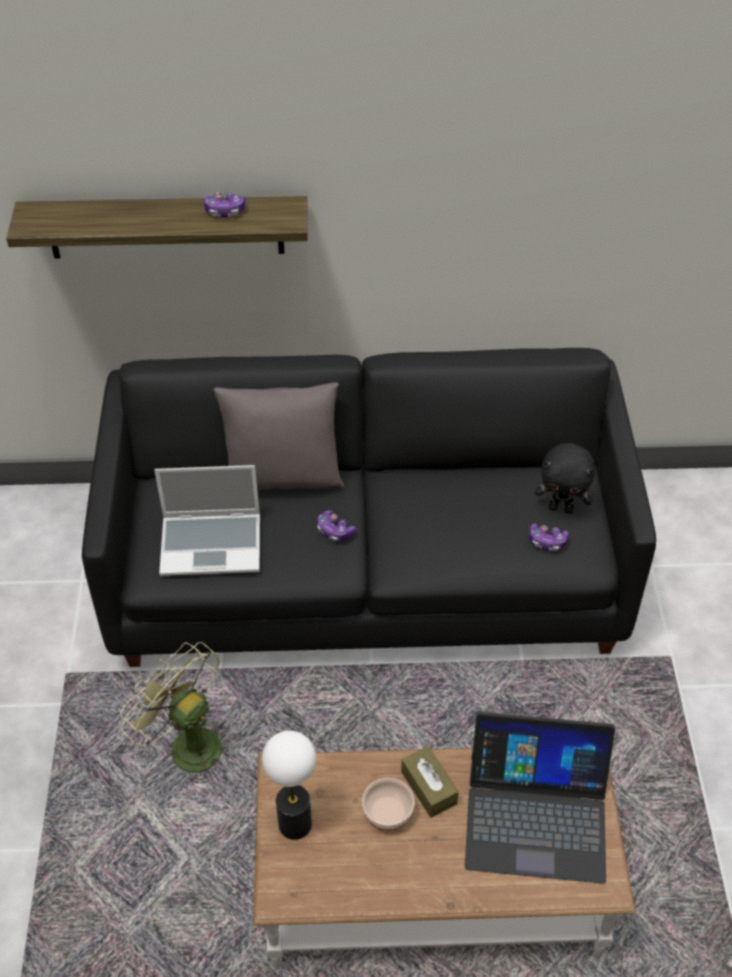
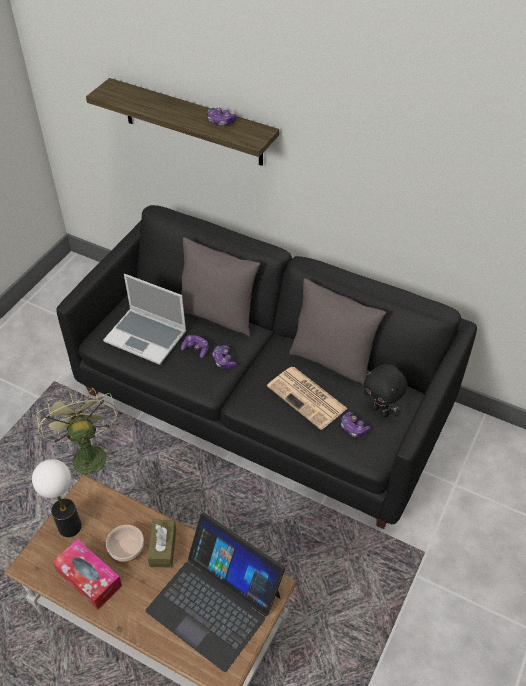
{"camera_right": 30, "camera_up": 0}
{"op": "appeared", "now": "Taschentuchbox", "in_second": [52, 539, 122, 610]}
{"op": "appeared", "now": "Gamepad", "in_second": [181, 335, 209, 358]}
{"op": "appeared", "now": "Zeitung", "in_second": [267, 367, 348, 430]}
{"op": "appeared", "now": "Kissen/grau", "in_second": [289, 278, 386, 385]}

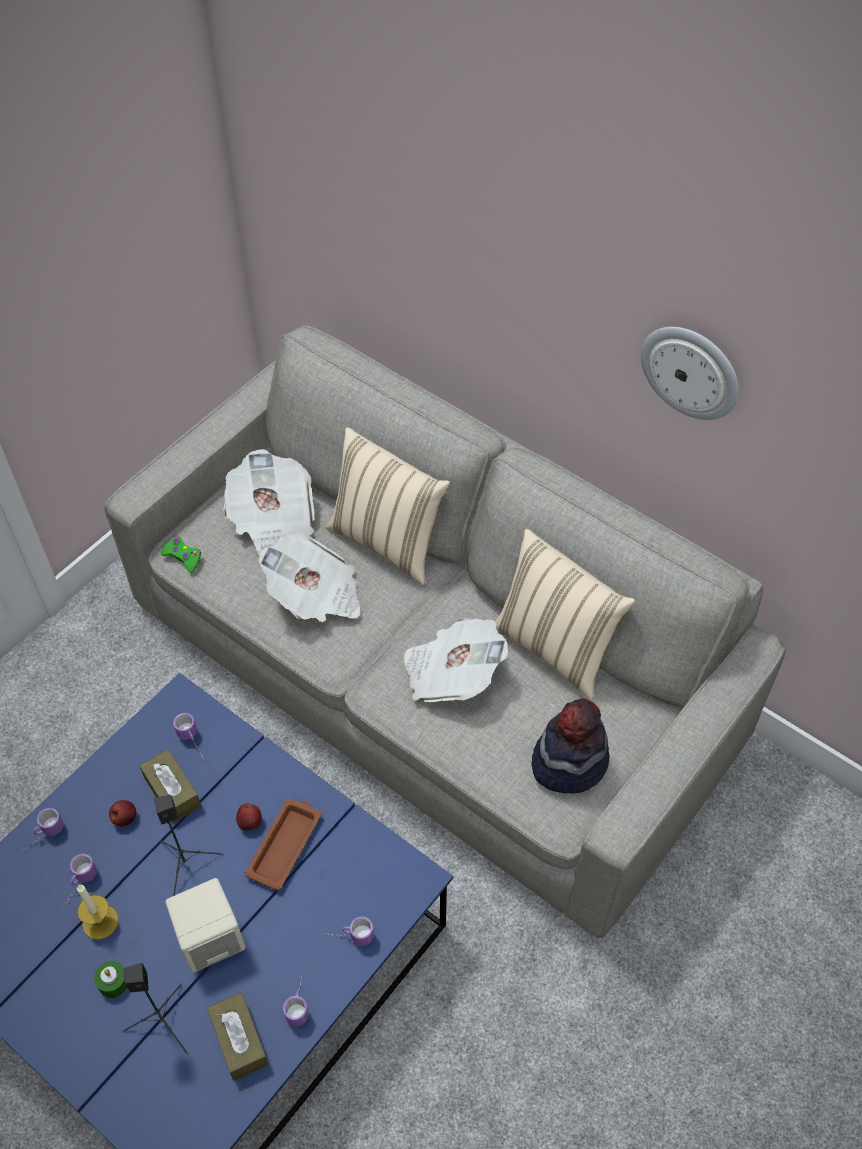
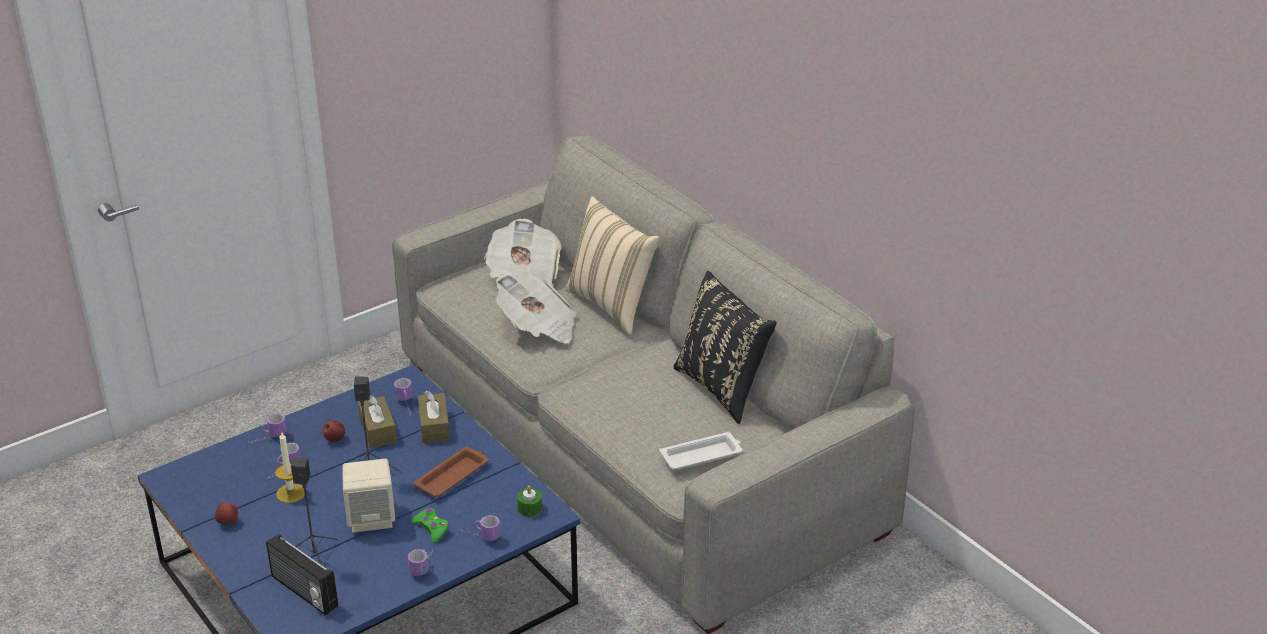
{"camera_right": 15, "camera_up": -20}
{"op": "relocated", "was": "Kerze/grün", "in_first": [94, 961, 127, 998], "in_second": [517, 486, 542, 517]}
{"op": "relocated", "was": "Gamepad/grün", "in_first": [161, 537, 201, 573], "in_second": [412, 508, 449, 543]}
{"op": "relocated", "was": "Taschentuchbox/braun", "in_first": [207, 992, 269, 1081], "in_second": [418, 391, 450, 443]}
{"op": "relocated", "was": "Apfel", "in_first": [236, 803, 262, 830], "in_second": [215, 502, 238, 526]}
{"op": "missing", "was": "Zeitung", "in_first": [404, 618, 508, 702]}
{"op": "colour", "was": "Kissen/beige", "now": "Kissen/schwarz", "in_first": [495, 529, 635, 701], "in_second": [673, 271, 777, 424]}
{"op": "exchanged", "was": "Hut", "now": "Tablett/weiß", "in_first": [531, 698, 609, 794], "in_second": [659, 432, 742, 470]}
{"op": "missing", "was": "Wanduhr", "in_first": [641, 327, 739, 420]}
{"op": "appeared", "now": "Radio", "in_second": [266, 534, 338, 615]}

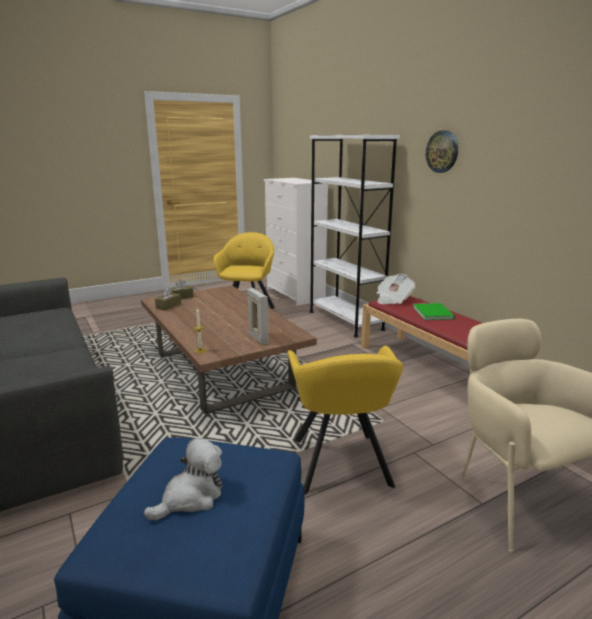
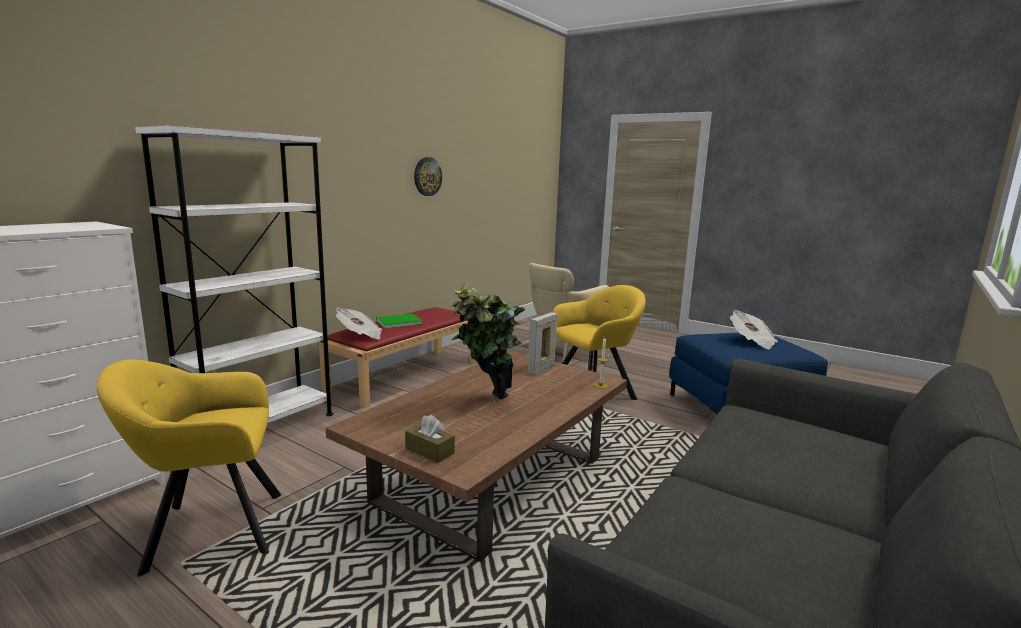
{"camera_right": -115, "camera_up": -5}
{"op": "exchanged", "was": "Plüschtier", "now": "Zeitung", "in_first": [144, 438, 222, 520], "in_second": [730, 310, 778, 349]}
{"op": "missing", "was": "Taschentuchbox/braun", "in_first": [155, 287, 181, 311]}
{"op": "relocated", "was": "Wanduhr", "in_first": [426, 130, 458, 173], "in_second": [414, 157, 442, 196]}
{"op": "appeared", "now": "Topfpflanze", "in_second": [451, 283, 525, 400]}

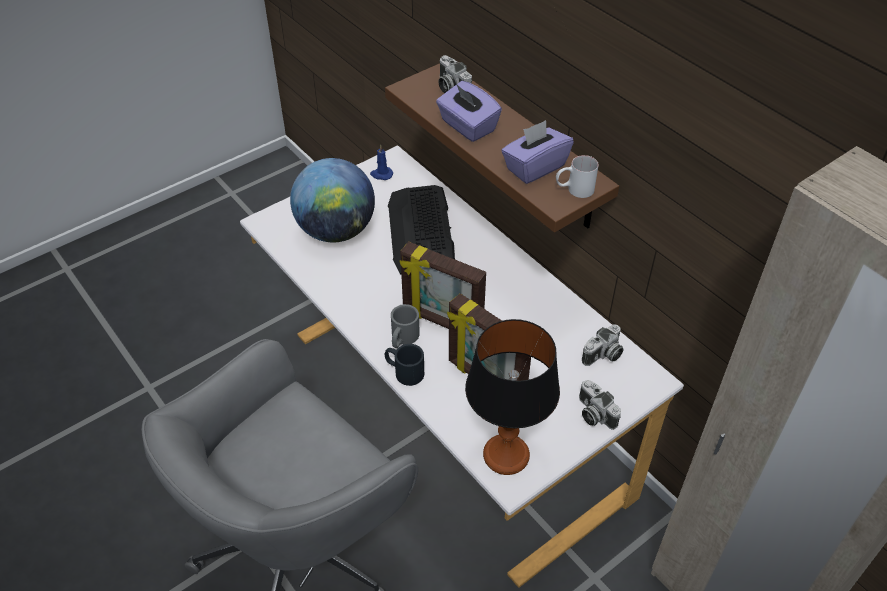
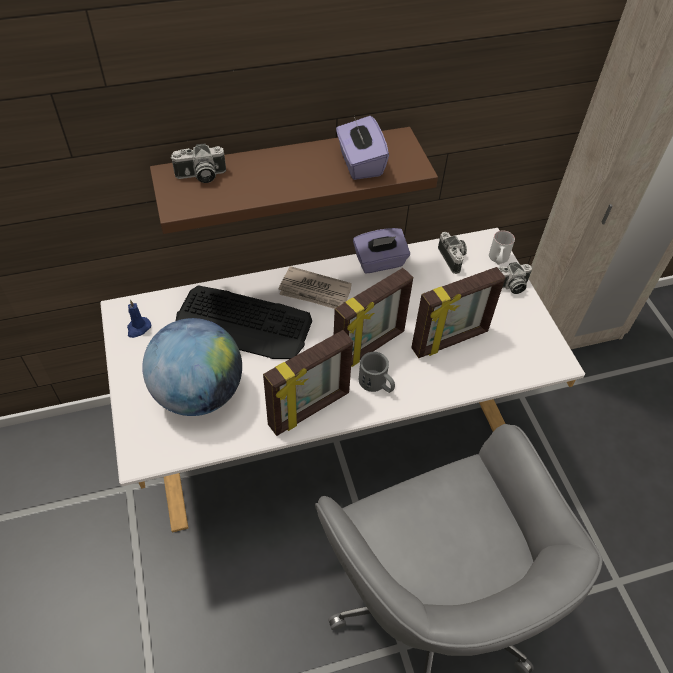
{"camera_right": -70, "camera_up": 5}
{"op": "missing", "was": "Henkelbecher/schwarz", "in_first": [385, 344, 424, 386]}
{"op": "relocated", "was": "Taschentuchbox/lila", "in_first": [436, 81, 502, 142], "in_second": [353, 228, 410, 274]}
{"op": "missing", "was": "Tischlampe", "in_first": [465, 319, 560, 475]}
{"op": "relocated", "was": "Henkelbecher/weiß", "in_first": [556, 155, 599, 198], "in_second": [489, 230, 515, 265]}
{"op": "appeared", "now": "Bilderrahmen", "in_second": [263, 330, 353, 436]}
{"op": "appeared", "now": "Zeitung", "in_second": [279, 266, 352, 309]}

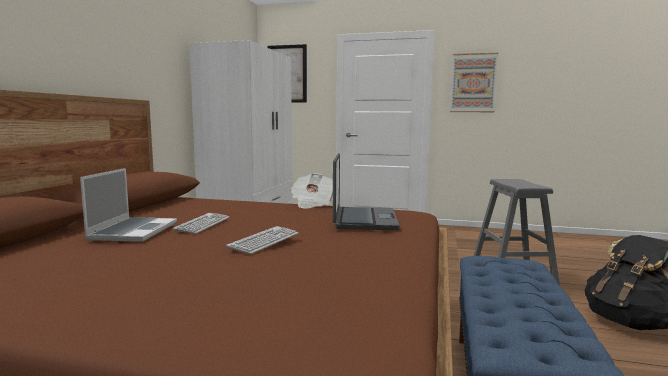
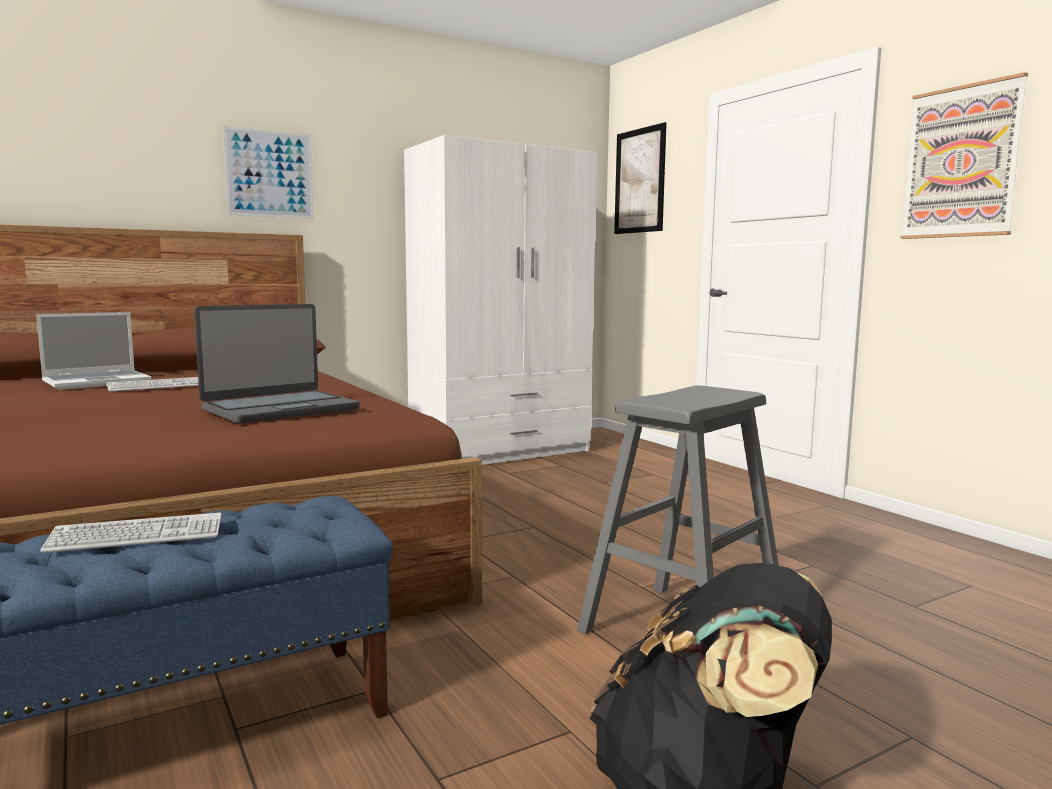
{"camera_right": 45, "camera_up": 0}
{"op": "relocated", "was": "Tastatur", "in_first": [226, 226, 299, 254], "in_second": [40, 513, 222, 553]}
{"op": "missing", "was": "Zeitung", "in_first": [290, 173, 333, 209]}
{"op": "appeared", "now": "Bild", "in_second": [223, 126, 314, 219]}

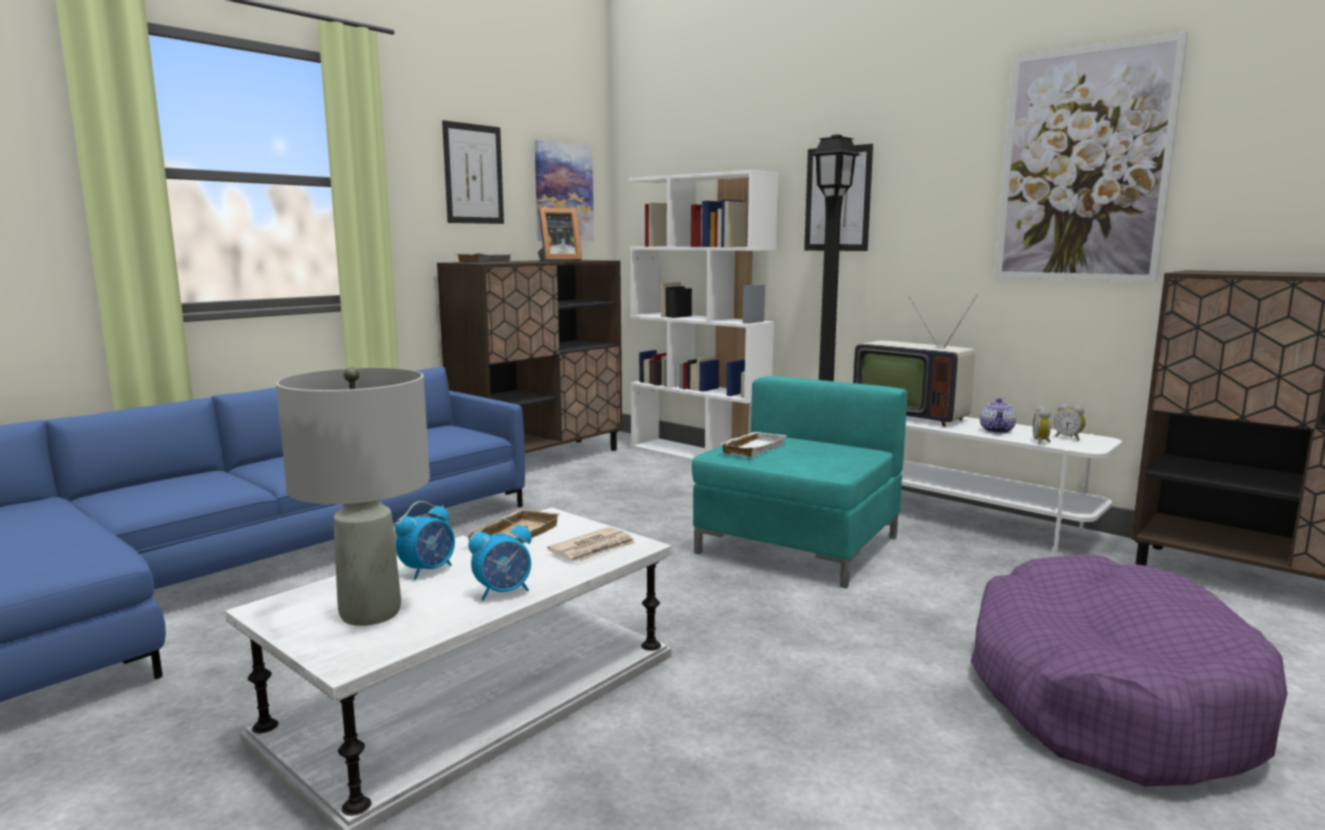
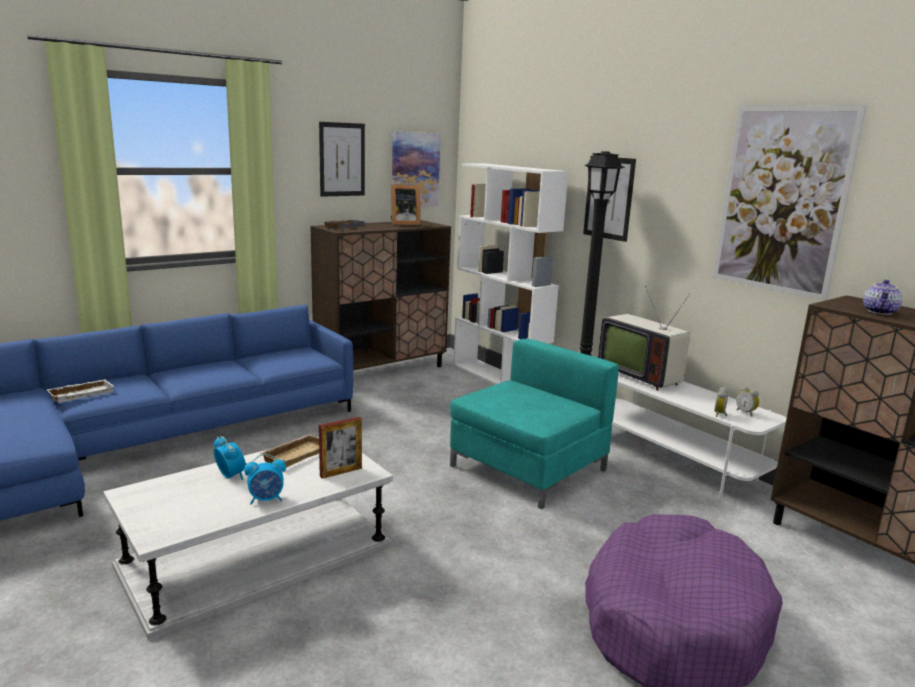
{"camera_right": 10, "camera_up": 5}
{"op": "missing", "was": "Tischlampe/grau", "in_first": [276, 367, 430, 626]}
{"op": "spun", "was": "Wecker", "in_first": [395, 501, 455, 580], "in_second": [214, 436, 245, 480], "clockwise": -90}
{"op": "exchanged", "was": "Zeitung", "now": "Bilderrahmen", "in_first": [547, 527, 636, 562], "in_second": [319, 417, 362, 479]}
{"op": "relocated", "was": "Tablett/weiß", "in_first": [720, 432, 787, 457], "in_second": [46, 379, 114, 403]}
{"op": "relocated", "was": "Teekanne", "in_first": [980, 398, 1016, 434], "in_second": [863, 280, 903, 315]}

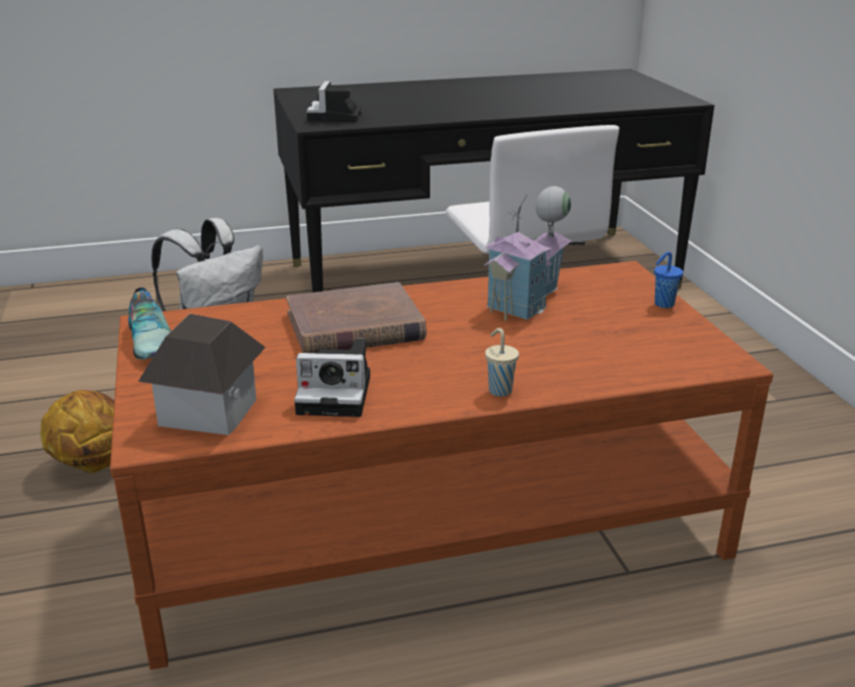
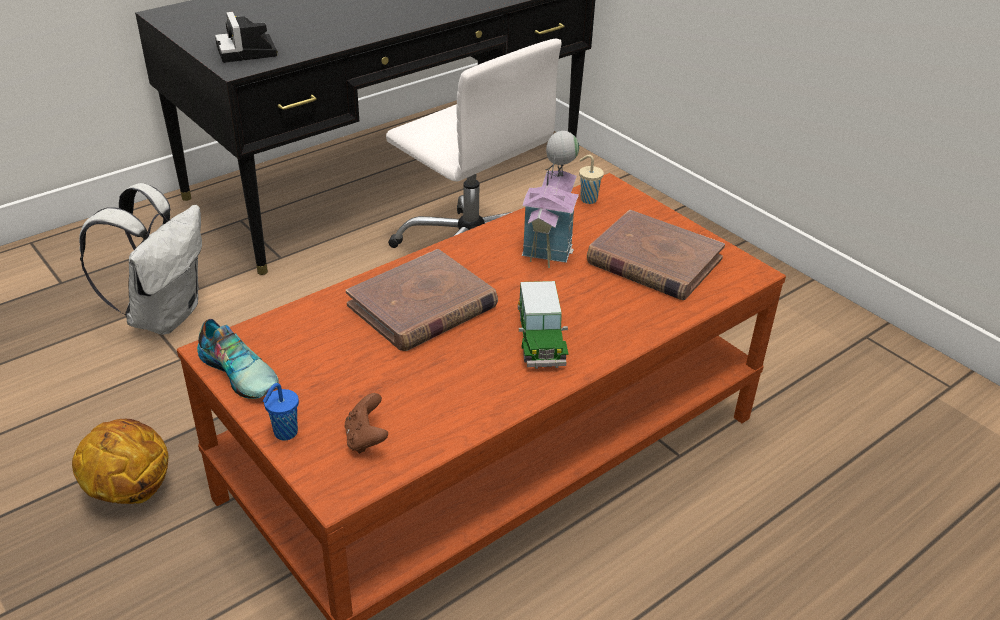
{"camera_right": -25, "camera_up": 10}
{"op": "exchanged", "was": "Spielzeughaus", "now": "Gamepad/braun", "in_first": [138, 314, 266, 435], "in_second": [345, 393, 388, 454]}
{"op": "missing", "was": "Kamera", "in_first": [294, 339, 370, 417]}
{"op": "relocated", "was": "Tasse/beige", "in_first": [485, 328, 519, 397], "in_second": [579, 155, 604, 204]}
{"op": "relocated", "was": "Tasse/blau", "in_first": [654, 252, 683, 308], "in_second": [263, 383, 299, 440]}
{"op": "appeared", "now": "Spielzeugauto", "in_second": [518, 281, 568, 369]}
{"op": "appeared", "now": "Buch/braun", "in_second": [587, 210, 725, 300]}

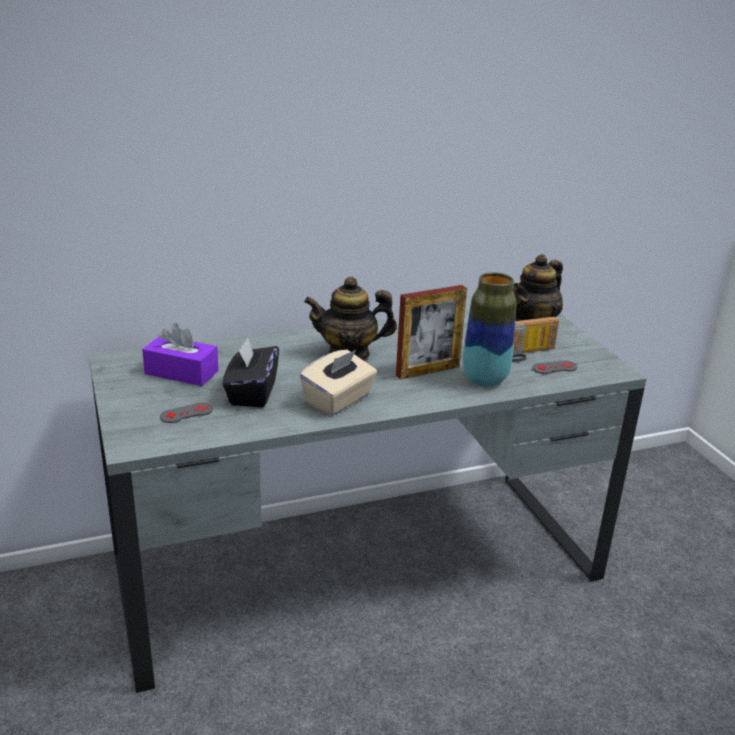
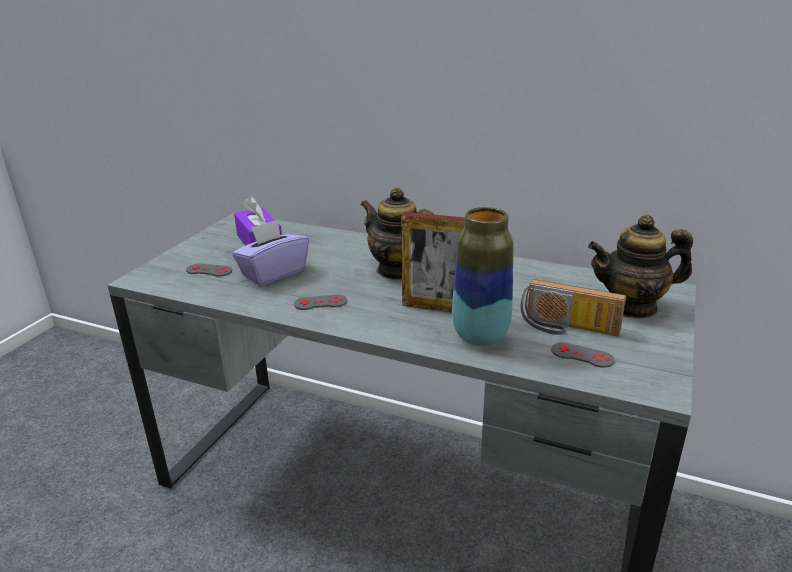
{"camera_right": 45, "camera_up": 0}
{"op": "colour", "was": "Taschentuchbox/schwarz", "now": "Taschentuchbox/lila", "in_first": [222, 337, 279, 408], "in_second": [232, 219, 309, 286]}
{"op": "exchanged", "was": "Taschentuchbox/beige", "now": "Gamepad/grau", "in_first": [300, 350, 377, 415], "in_second": [294, 295, 347, 310]}

